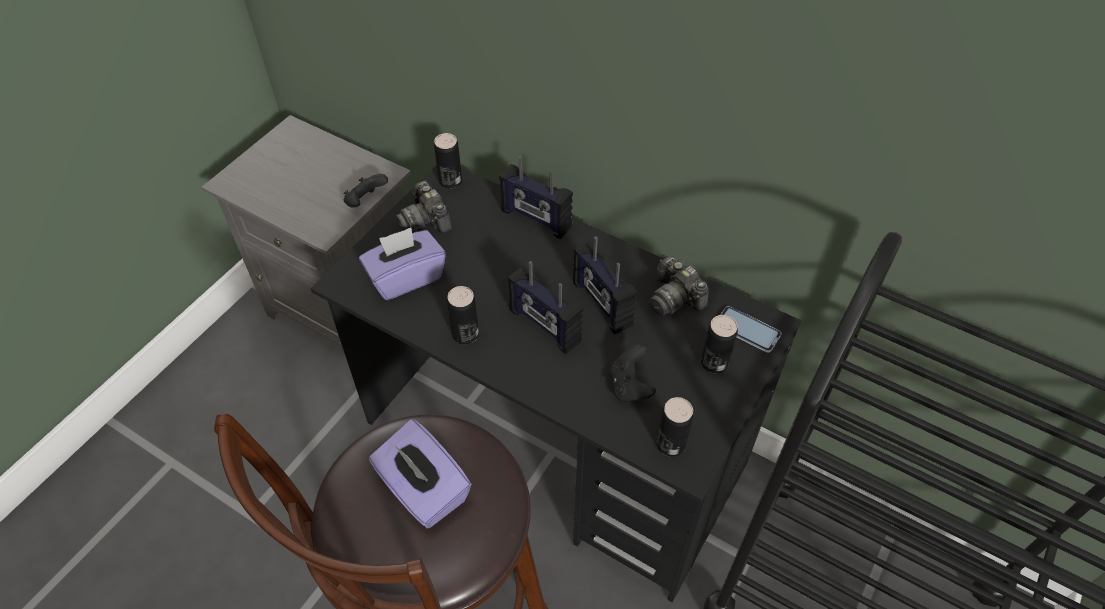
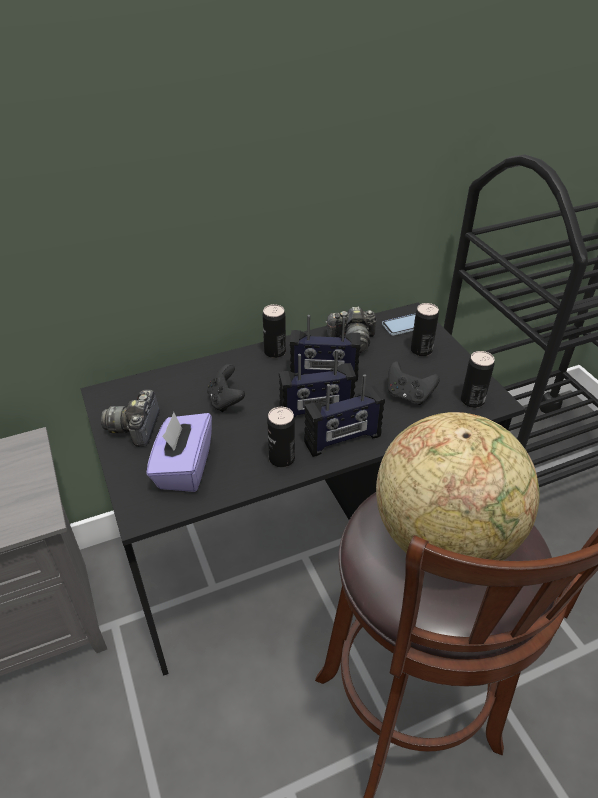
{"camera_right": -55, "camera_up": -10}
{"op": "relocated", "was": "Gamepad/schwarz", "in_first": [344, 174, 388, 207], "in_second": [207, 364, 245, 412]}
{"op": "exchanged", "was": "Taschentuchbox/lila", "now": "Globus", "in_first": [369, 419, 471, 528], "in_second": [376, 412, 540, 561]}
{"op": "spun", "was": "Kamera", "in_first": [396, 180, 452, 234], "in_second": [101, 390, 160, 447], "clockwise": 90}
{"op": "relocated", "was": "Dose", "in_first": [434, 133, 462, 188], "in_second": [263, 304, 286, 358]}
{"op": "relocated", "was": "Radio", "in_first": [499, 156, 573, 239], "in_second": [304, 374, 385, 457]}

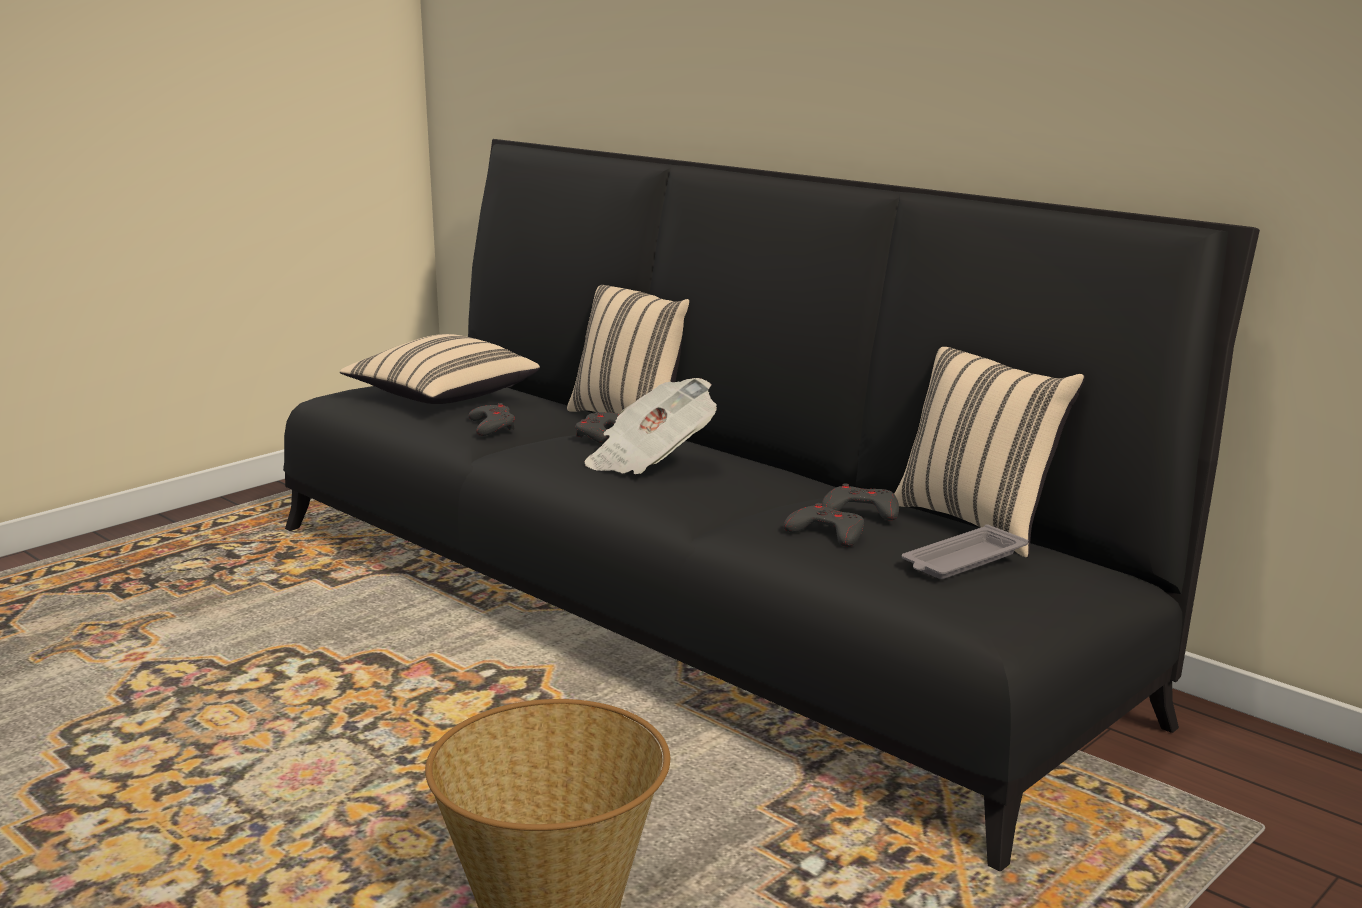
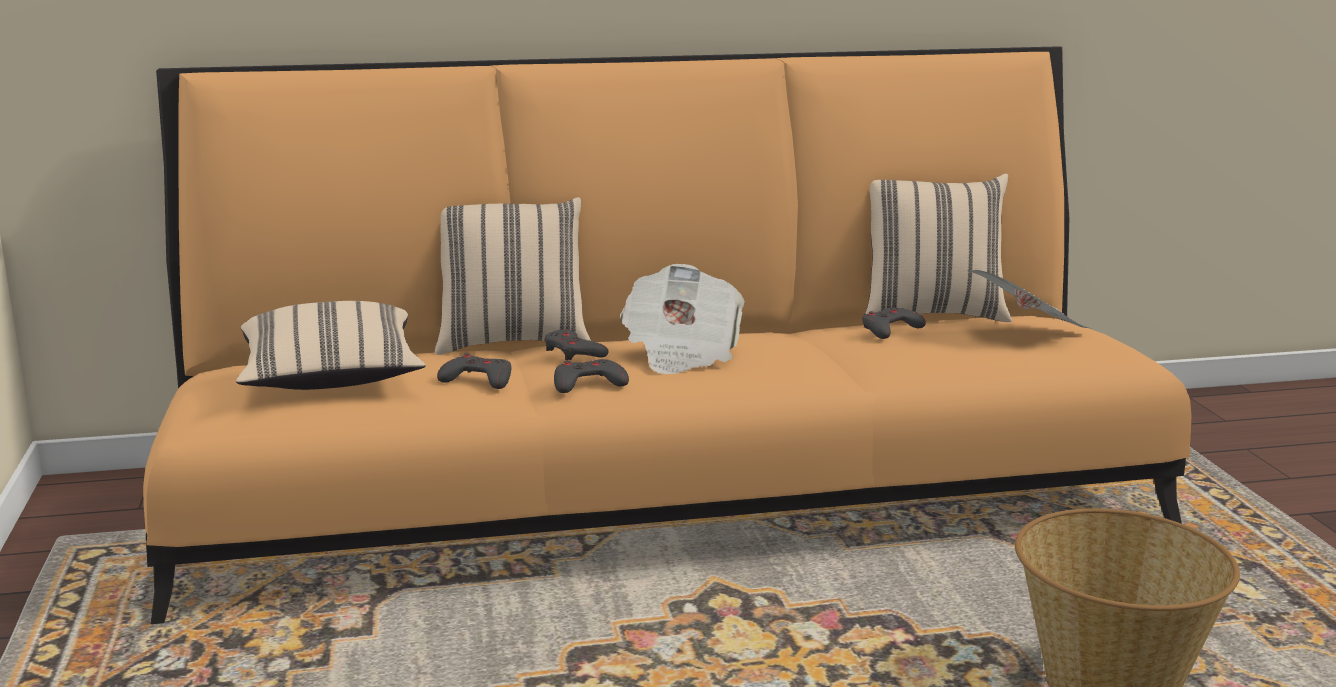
{"camera_right": -55, "camera_up": 0}
{"op": "colour", "was": "Sofa/schwarz", "now": "Sofa/orange", "in_first": [283, 139, 1260, 871], "in_second": [143, 46, 1191, 624]}
{"op": "relocated", "was": "Gamepad/grau", "in_first": [784, 503, 864, 547], "in_second": [554, 359, 629, 393]}
{"op": "exchanged", "was": "Tablett/grau", "now": "Zeitung", "in_first": [902, 524, 1028, 579], "in_second": [967, 269, 1089, 328]}

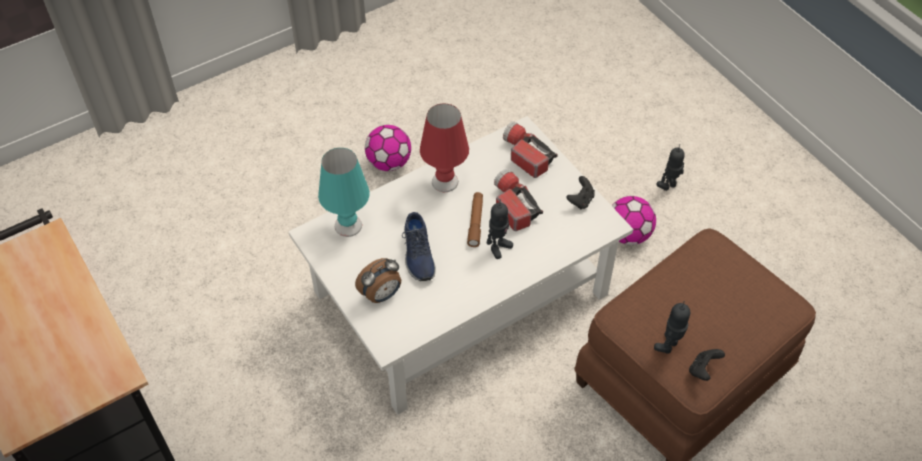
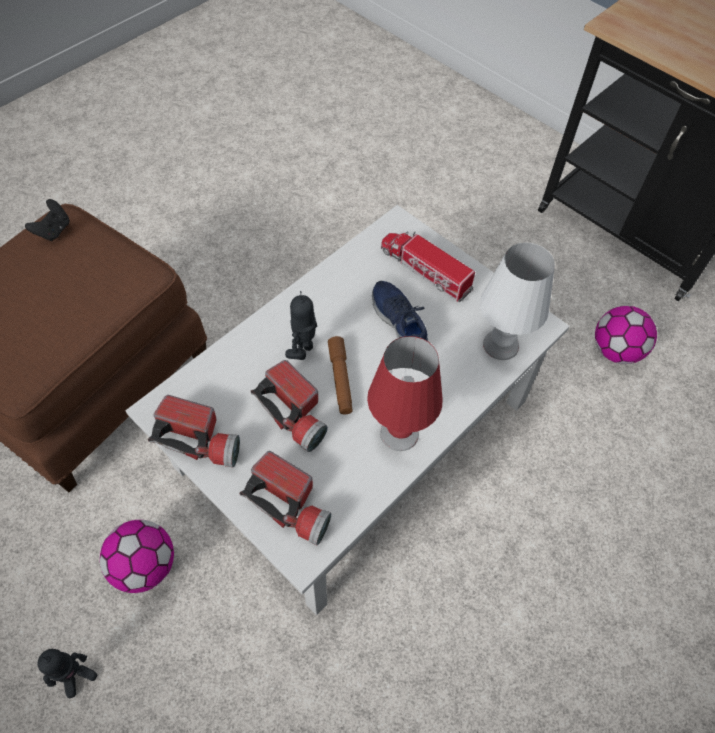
{"camera_right": 165, "camera_up": 5}
{"op": "colour", "was": "Tischlampe/türkis", "now": "Tischlampe/weiß", "in_first": [318, 148, 370, 237], "in_second": [480, 242, 555, 360]}
{"op": "exchanged", "was": "Wecker", "now": "Spielzeuglaster", "in_first": [355, 258, 401, 303], "in_second": [381, 231, 475, 302]}
{"op": "relocated", "was": "Fußball", "in_first": [365, 125, 411, 171], "in_second": [595, 306, 657, 364]}
{"op": "exchanged", "was": "Gamepad/schwarz", "now": "Taschenlampe", "in_first": [566, 176, 595, 209], "in_second": [148, 395, 240, 467]}
{"op": "missing", "was": "Spielzeugroboter", "in_first": [654, 301, 690, 354]}

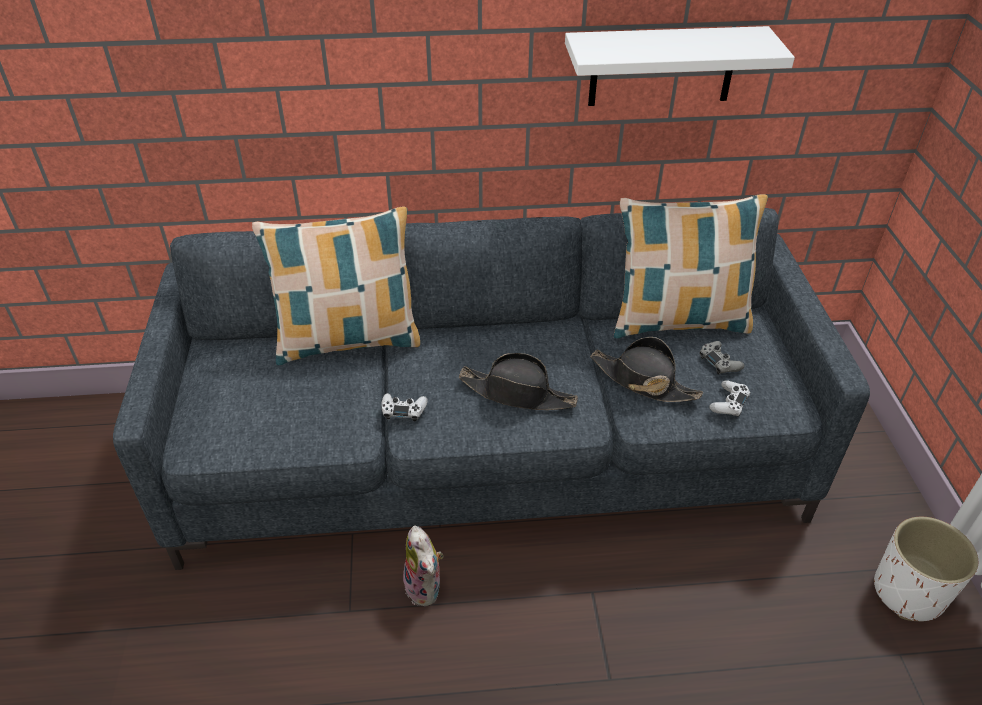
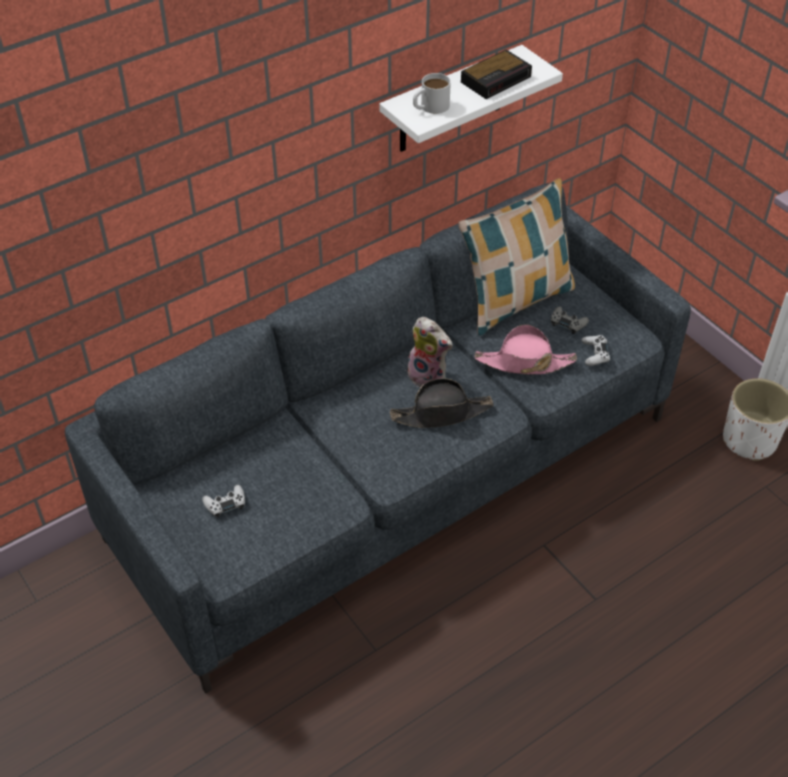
{"camera_right": -30, "camera_up": 5}
{"op": "missing", "was": "Kissen", "in_first": [252, 207, 420, 365]}
{"op": "relocated", "was": "Gamepad/weiß", "in_first": [382, 393, 428, 421], "in_second": [202, 485, 245, 518]}
{"op": "relocated", "was": "Plüschtier", "in_first": [403, 526, 443, 606], "in_second": [405, 317, 452, 387]}
{"op": "colour", "was": "Hut/schwarz", "now": "Hut/rosa", "in_first": [590, 337, 703, 402], "in_second": [475, 324, 577, 374]}
{"op": "appeared", "now": "Henkelbecher/weiß", "in_second": [413, 73, 451, 114]}
{"op": "appeared", "now": "Wecker", "in_second": [461, 50, 532, 99]}

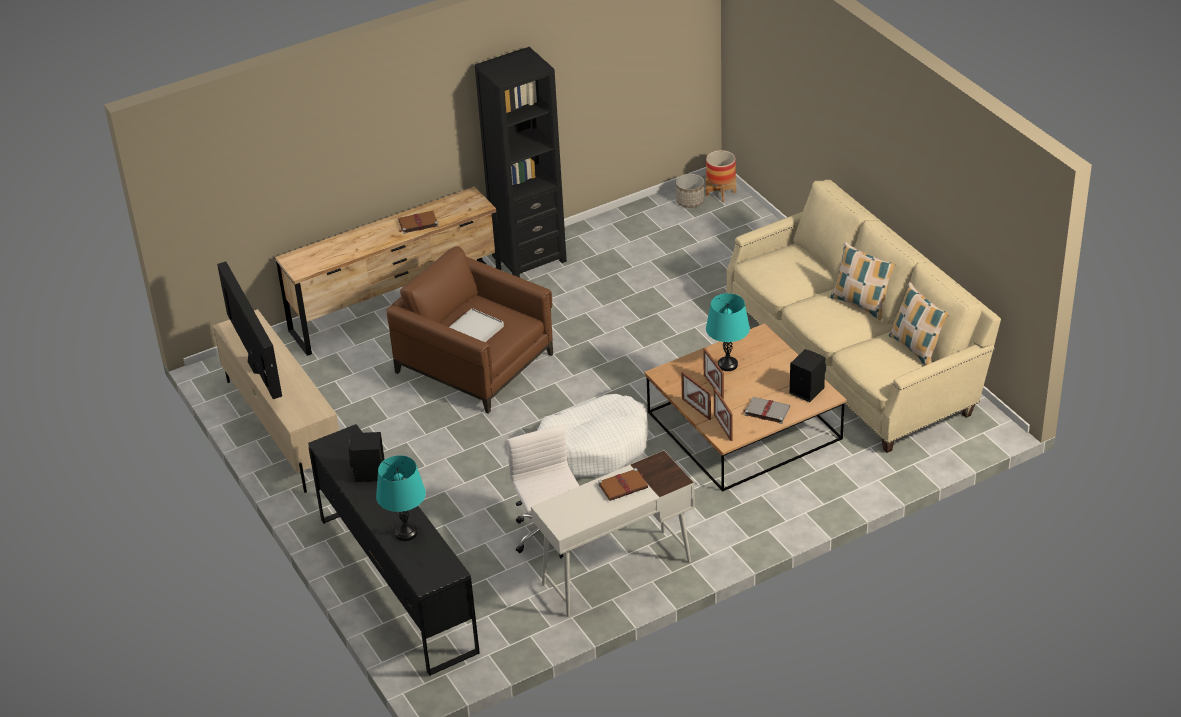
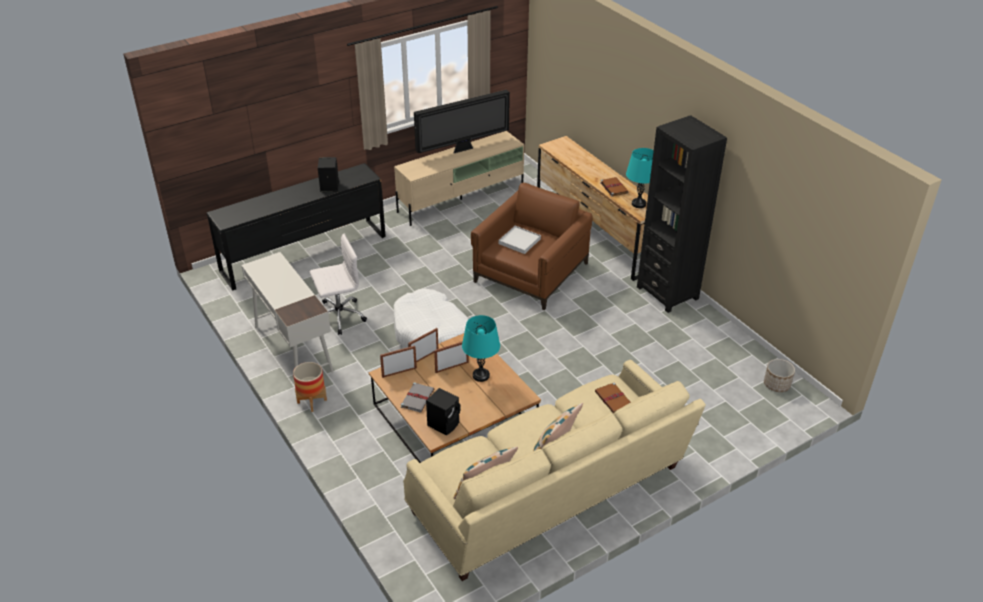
{"camera_right": 85, "camera_up": 0}
{"op": "relocated", "was": "Tischlampe/türkis", "in_first": [376, 455, 426, 541], "in_second": [626, 148, 654, 208]}
{"op": "relocated", "was": "Buch/braun", "in_first": [598, 468, 648, 501], "in_second": [595, 382, 631, 414]}
{"op": "relocated", "was": "Pflanzkübel", "in_first": [706, 150, 736, 202], "in_second": [293, 362, 327, 412]}

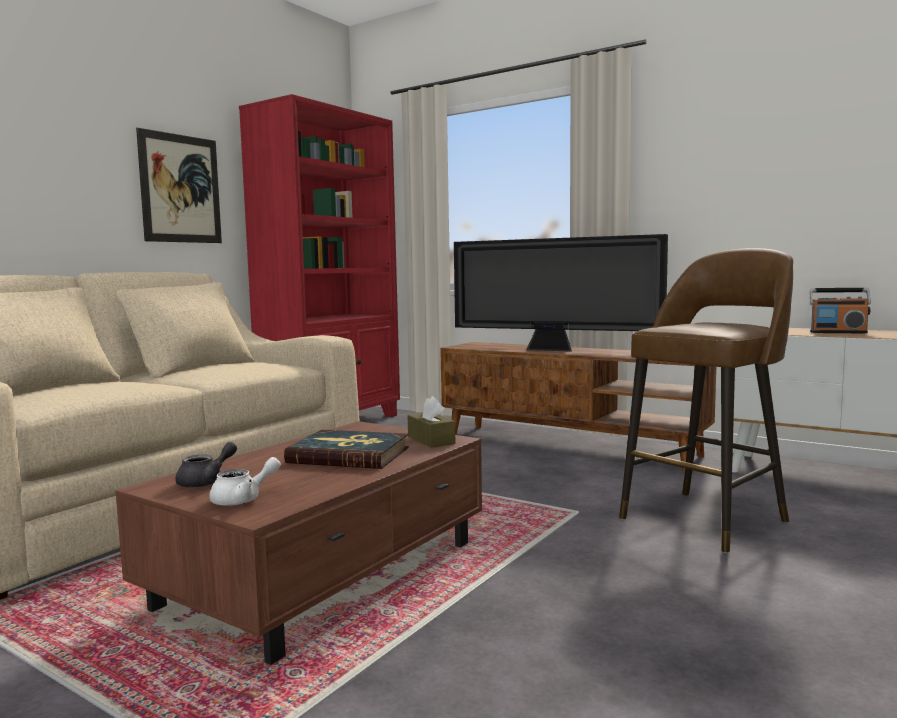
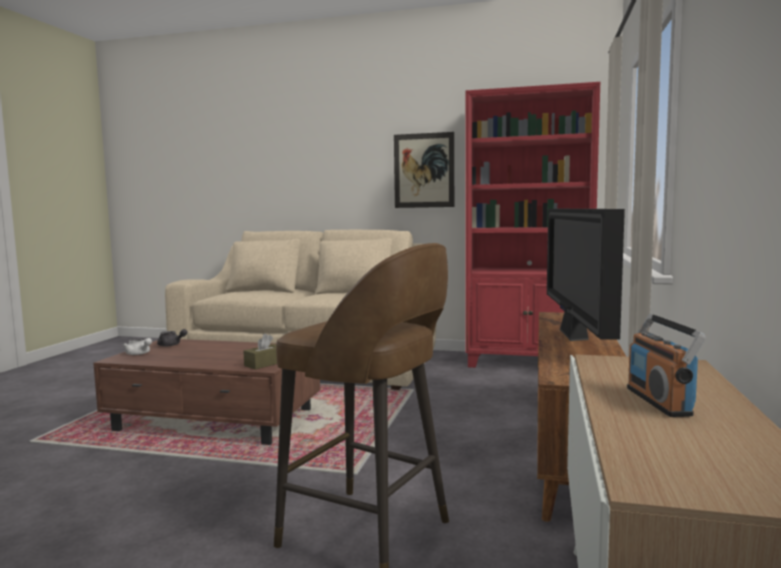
{"camera_right": 70, "camera_up": 0}
{"op": "missing", "was": "Buch", "in_first": [284, 430, 409, 469]}

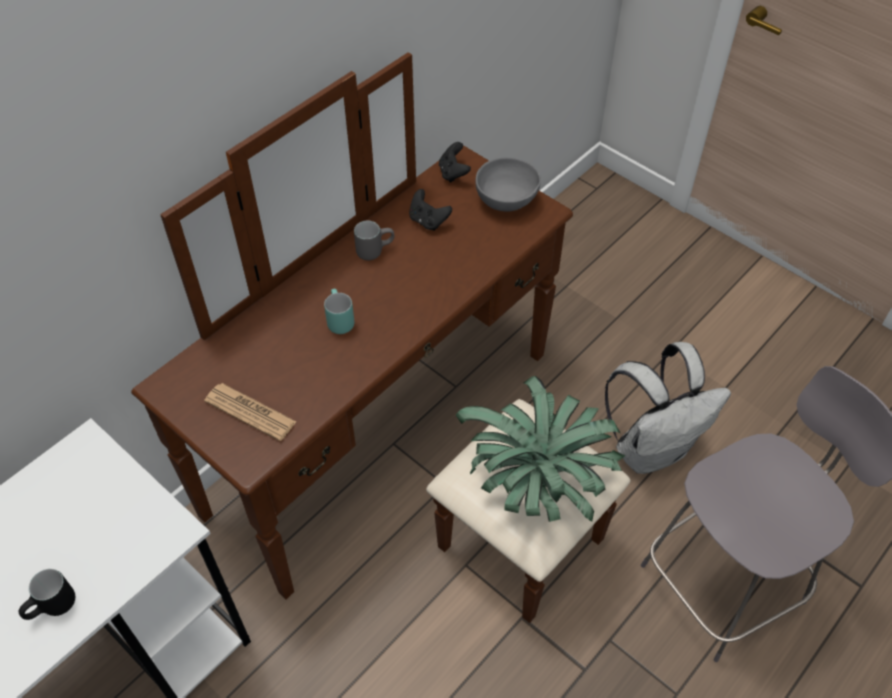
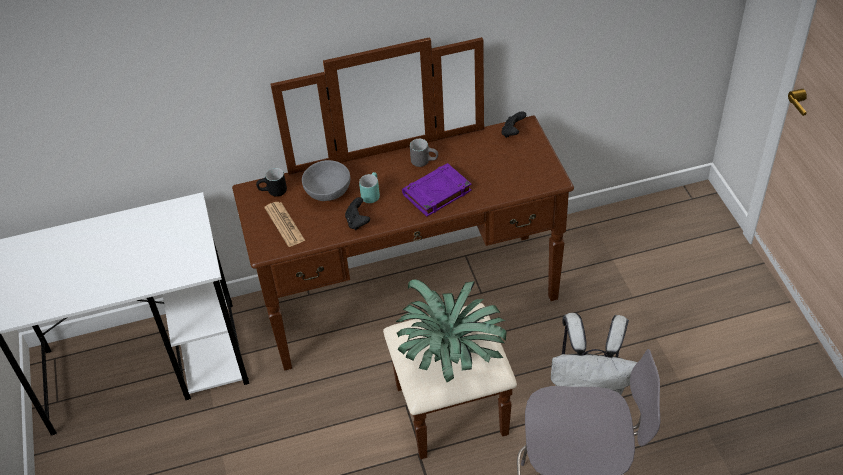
{"camera_right": 35, "camera_up": -5}
{"op": "relocated", "was": "Henkelbecher/schwarz", "in_first": [19, 569, 75, 620], "in_second": [256, 168, 287, 197]}
{"op": "relocated", "was": "Gamepad/schwarz", "in_first": [409, 189, 452, 231], "in_second": [345, 197, 370, 230]}
{"op": "relocated", "was": "Schüssel/grau", "in_first": [475, 157, 541, 212], "in_second": [302, 160, 350, 201]}
{"op": "appeared", "now": "Buch/lila", "in_second": [402, 163, 472, 217]}

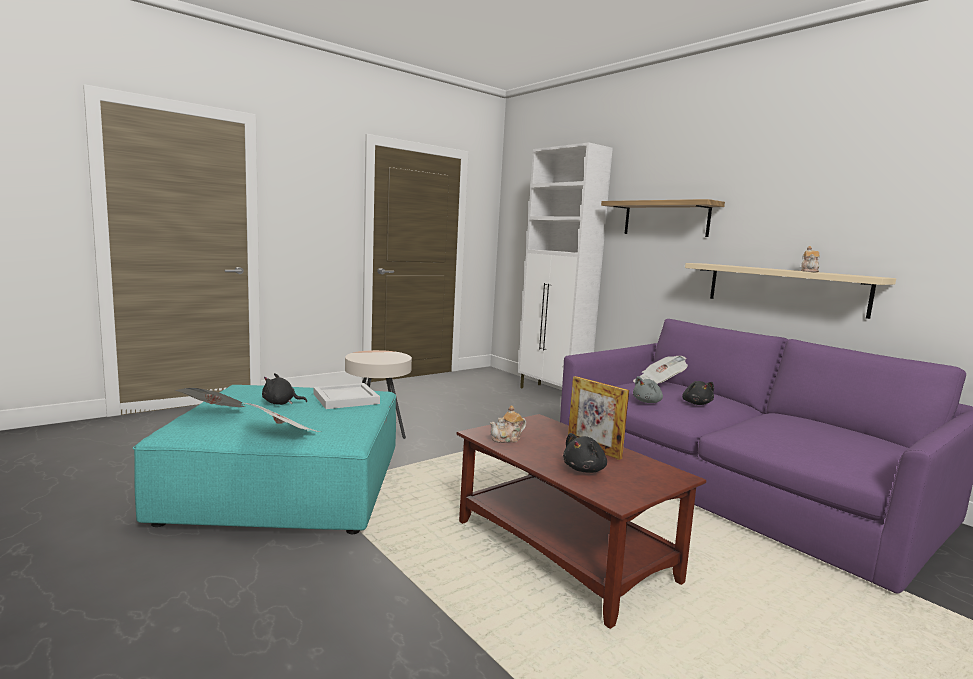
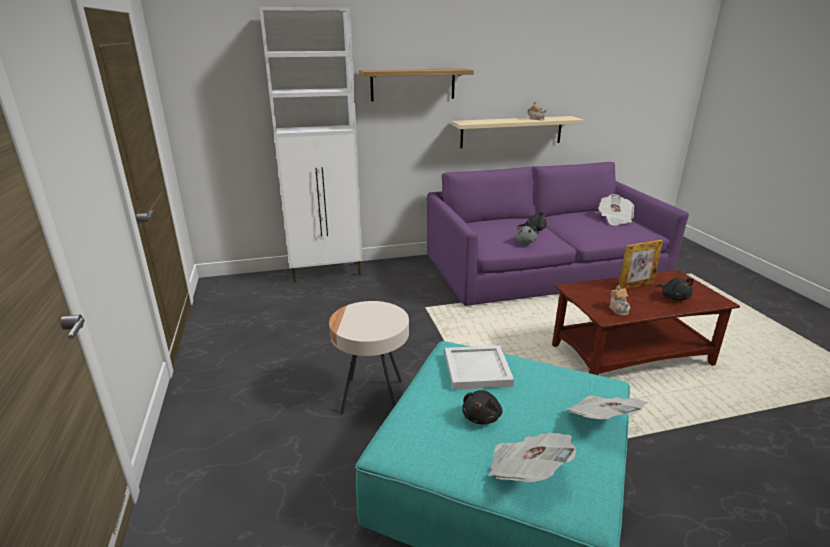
{"camera_right": -65, "camera_up": 15}
{"op": "relocated", "was": "Zeitung", "in_first": [633, 356, 688, 384], "in_second": [598, 194, 635, 225]}

